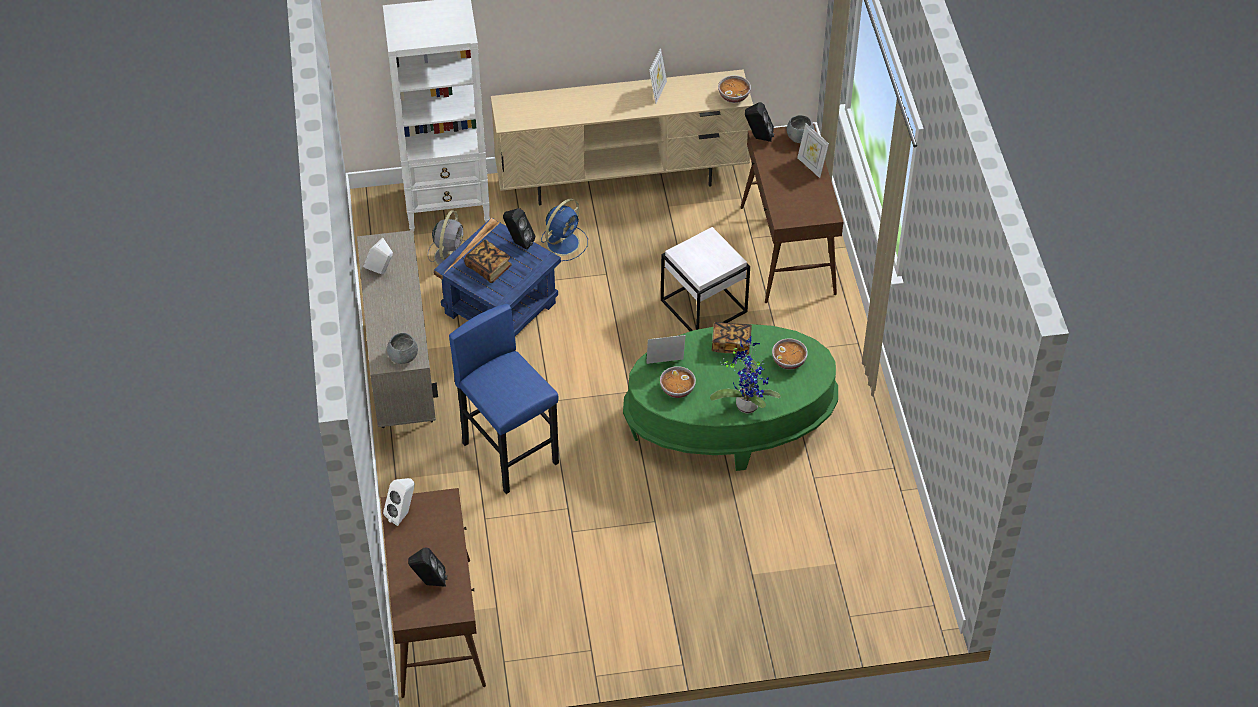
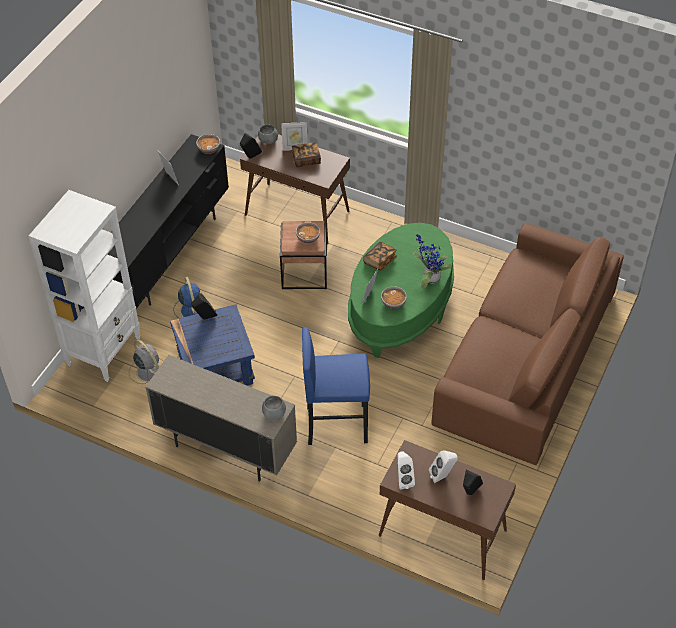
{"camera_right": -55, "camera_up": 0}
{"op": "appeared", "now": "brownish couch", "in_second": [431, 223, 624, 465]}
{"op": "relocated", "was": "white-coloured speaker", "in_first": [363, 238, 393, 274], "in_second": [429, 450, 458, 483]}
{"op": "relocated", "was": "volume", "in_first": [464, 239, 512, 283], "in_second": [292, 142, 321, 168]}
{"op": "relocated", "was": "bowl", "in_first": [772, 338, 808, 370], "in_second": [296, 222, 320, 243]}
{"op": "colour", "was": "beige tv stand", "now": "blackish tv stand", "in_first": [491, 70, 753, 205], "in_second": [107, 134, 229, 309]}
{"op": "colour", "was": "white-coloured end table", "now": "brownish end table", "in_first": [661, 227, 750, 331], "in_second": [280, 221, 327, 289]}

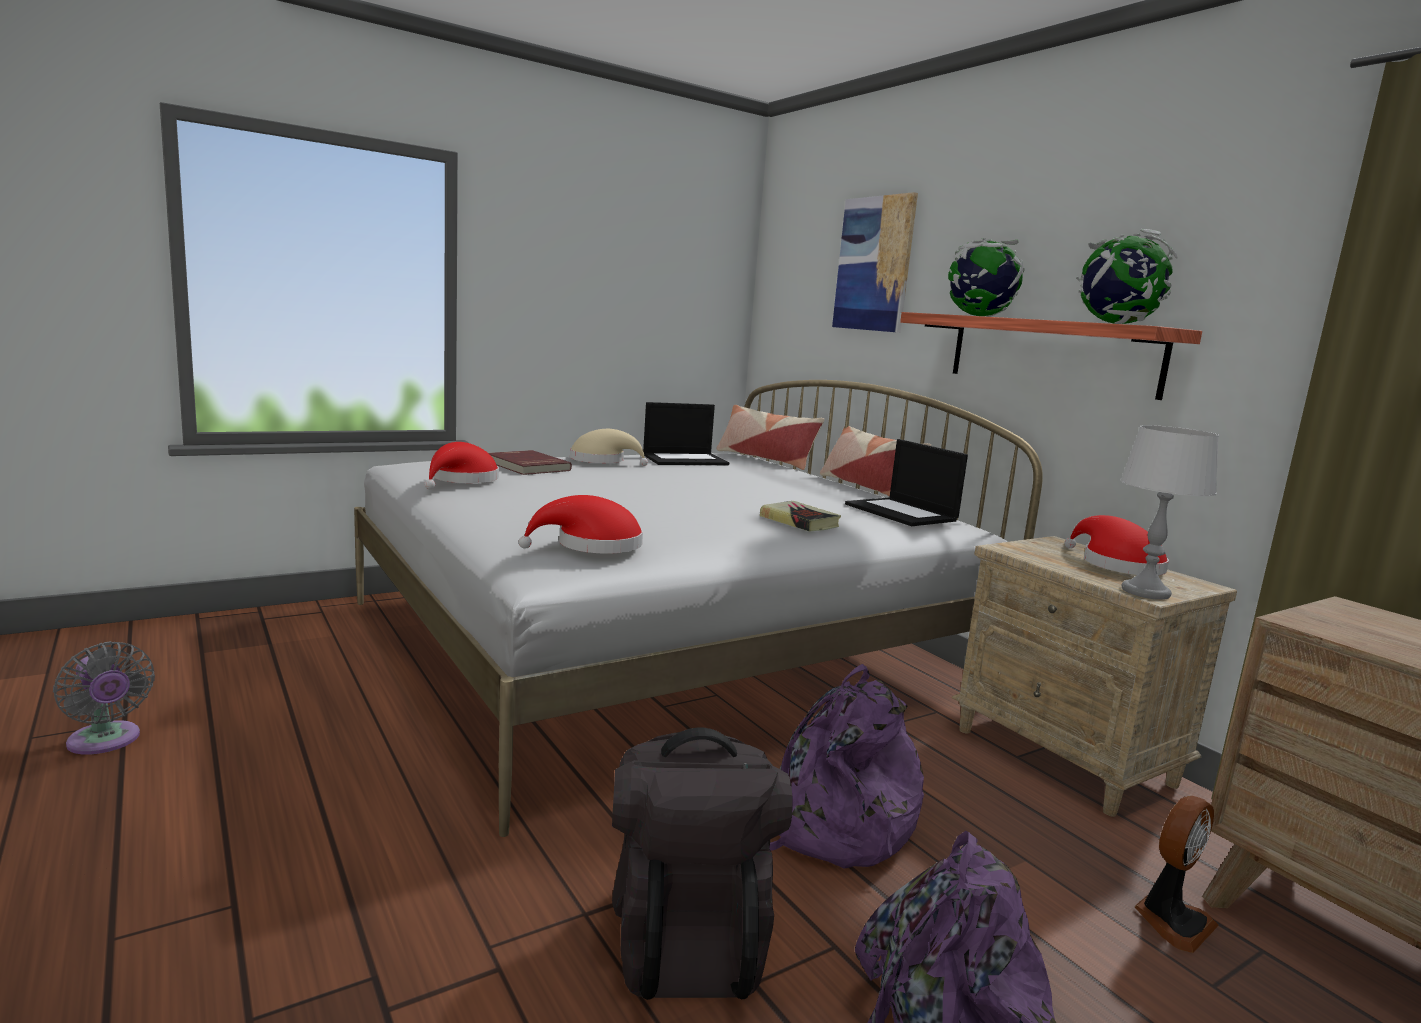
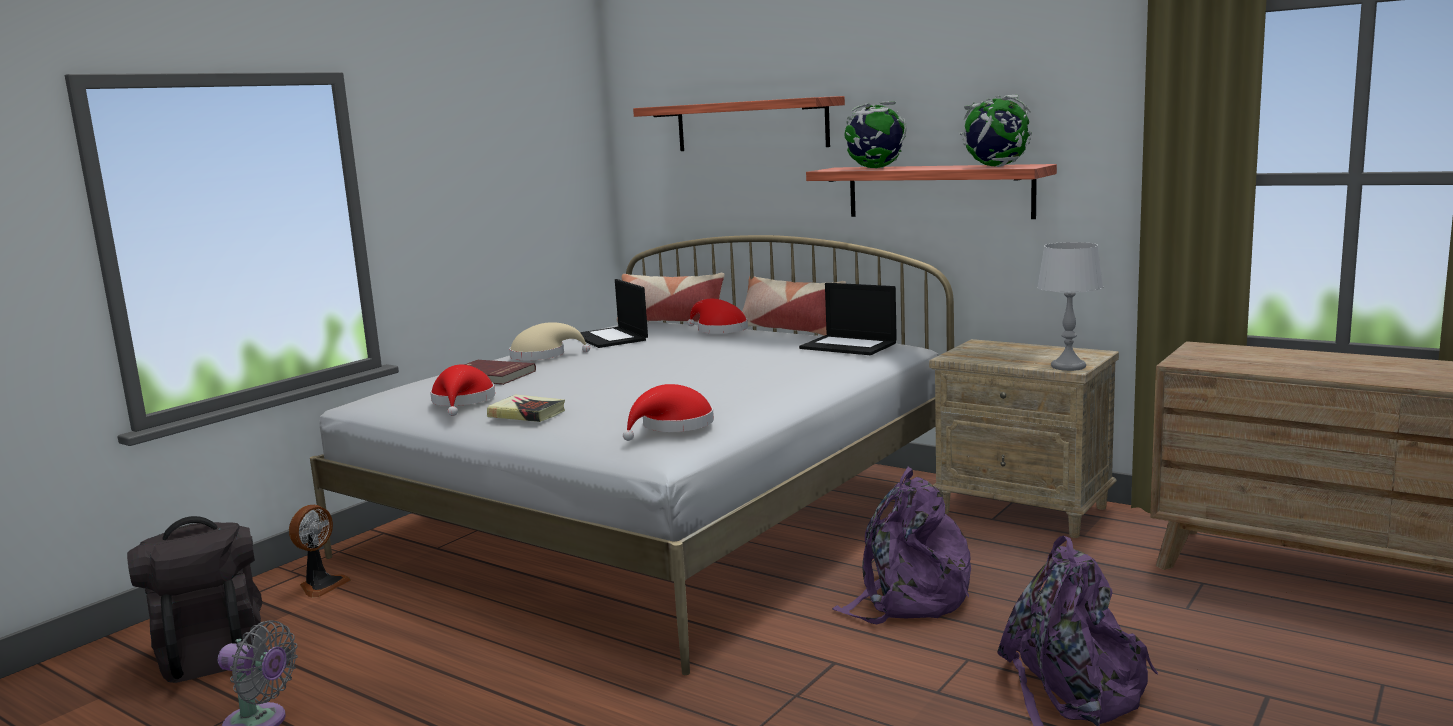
{"camera_right": -20, "camera_up": 0}
{"op": "relocated", "was": "blackish backpack", "in_first": [612, 728, 793, 1000], "in_second": [127, 516, 262, 683]}
{"op": "relocated", "was": "volume", "in_first": [760, 501, 841, 532], "in_second": [487, 394, 565, 422]}
{"op": "relocated", "was": "red wearable hat", "in_first": [1064, 515, 1169, 576], "in_second": [687, 299, 748, 334]}
{"op": "relocated", "was": "fan", "in_first": [1134, 796, 1219, 953], "in_second": [289, 505, 351, 598]}
{"op": "exchanged", "was": "picture", "now": "shelf", "in_first": [832, 192, 918, 333], "in_second": [633, 96, 845, 151]}
{"op": "spun", "was": "laptop", "in_first": [643, 402, 729, 465], "in_second": [580, 279, 648, 348], "clockwise": 105}

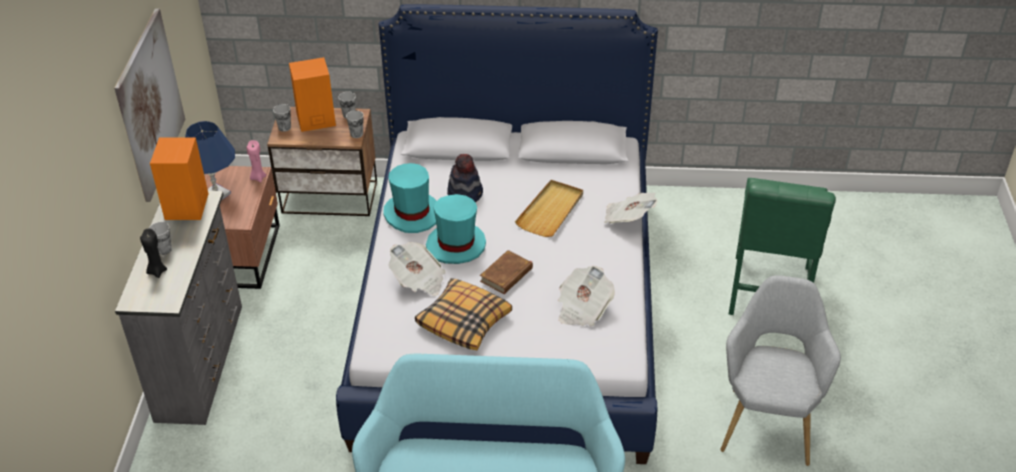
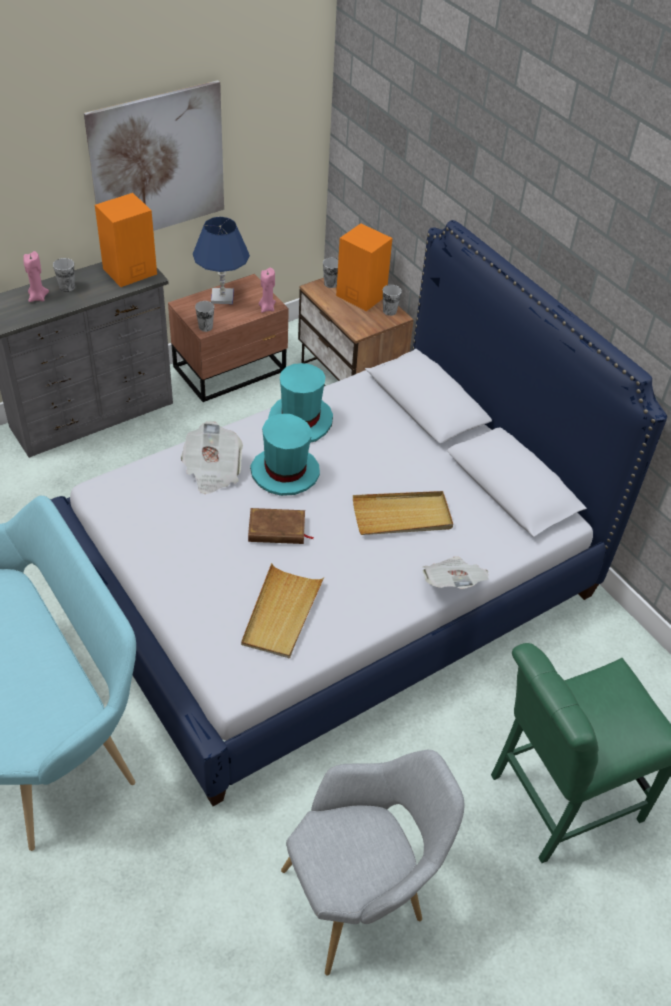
{"camera_right": 50, "camera_up": 5}
{"op": "missing", "was": "pillow", "in_first": [415, 278, 512, 350]}
{"op": "missing", "was": "wearable hat", "in_first": [447, 154, 483, 202]}
{"op": "relocated", "was": "drinking cup", "in_first": [346, 110, 363, 138], "in_second": [195, 301, 214, 332]}
{"op": "exchanged", "was": "printed paper", "now": "beige serving tray", "in_first": [558, 266, 615, 327], "in_second": [241, 563, 324, 659]}
{"op": "colour", "was": "blackish wax light", "now": "pink-coloured wax light", "in_first": [140, 229, 167, 278], "in_second": [23, 251, 49, 302]}

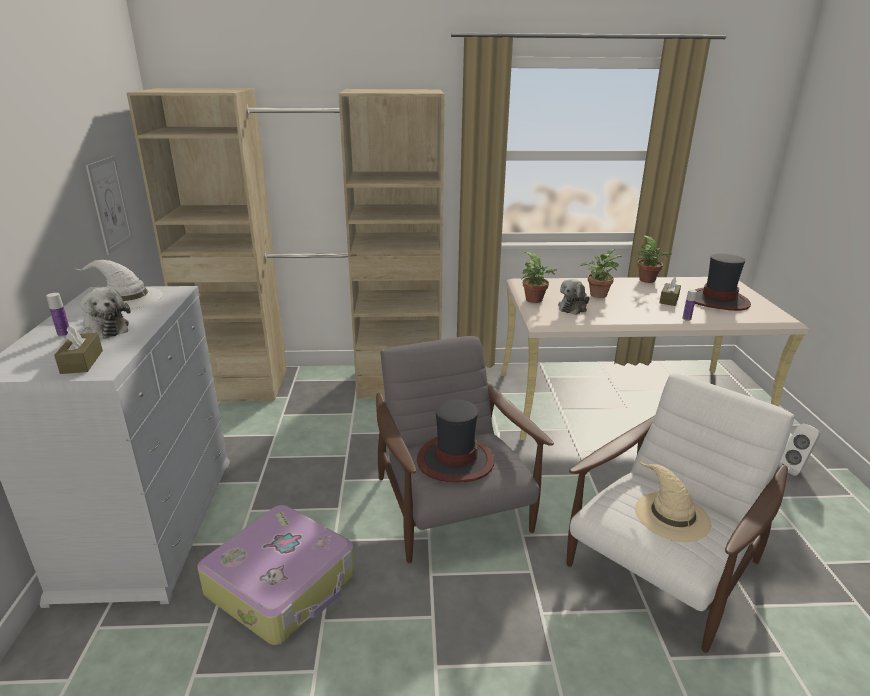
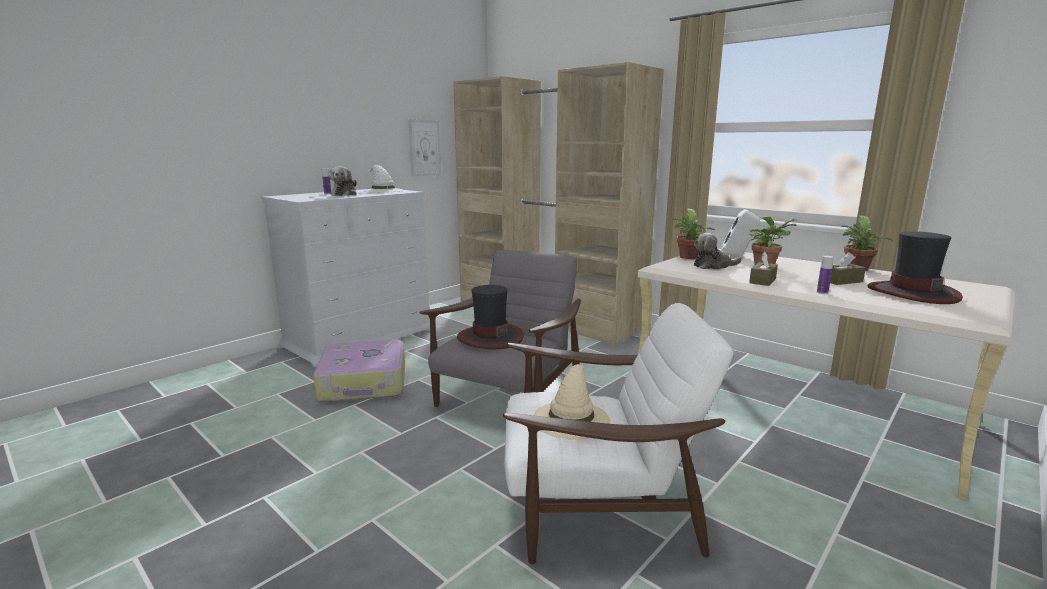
{"camera_right": 45, "camera_up": -10}
{"op": "relocated", "was": "brownish box of tissues", "in_first": [54, 325, 103, 374], "in_second": [749, 252, 778, 286]}
{"op": "relocated", "was": "white-coloured speaker", "in_first": [779, 423, 821, 476], "in_second": [721, 209, 760, 257]}

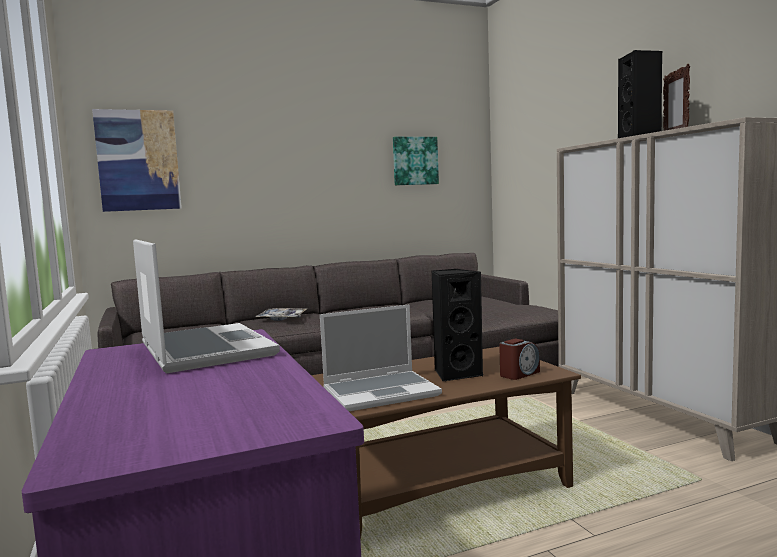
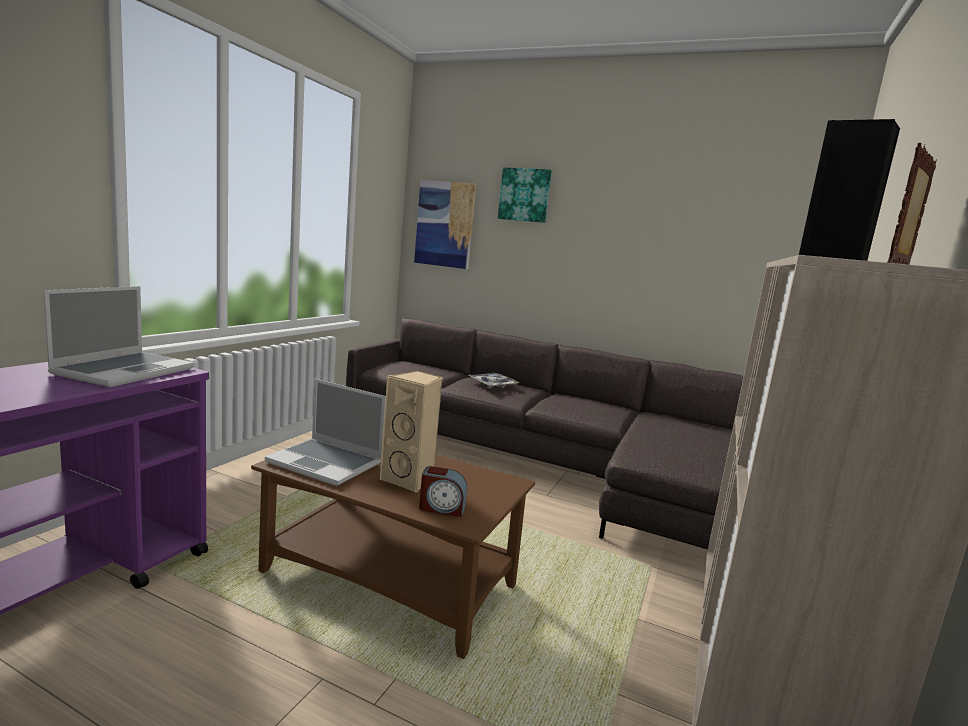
{"camera_right": 45, "camera_up": 5}
{"op": "relocated", "was": "picture", "in_first": [393, 137, 439, 185], "in_second": [498, 167, 552, 223]}
{"op": "colour", "was": "blackish speaker", "now": "beige speaker", "in_first": [431, 269, 483, 382], "in_second": [380, 371, 443, 493]}

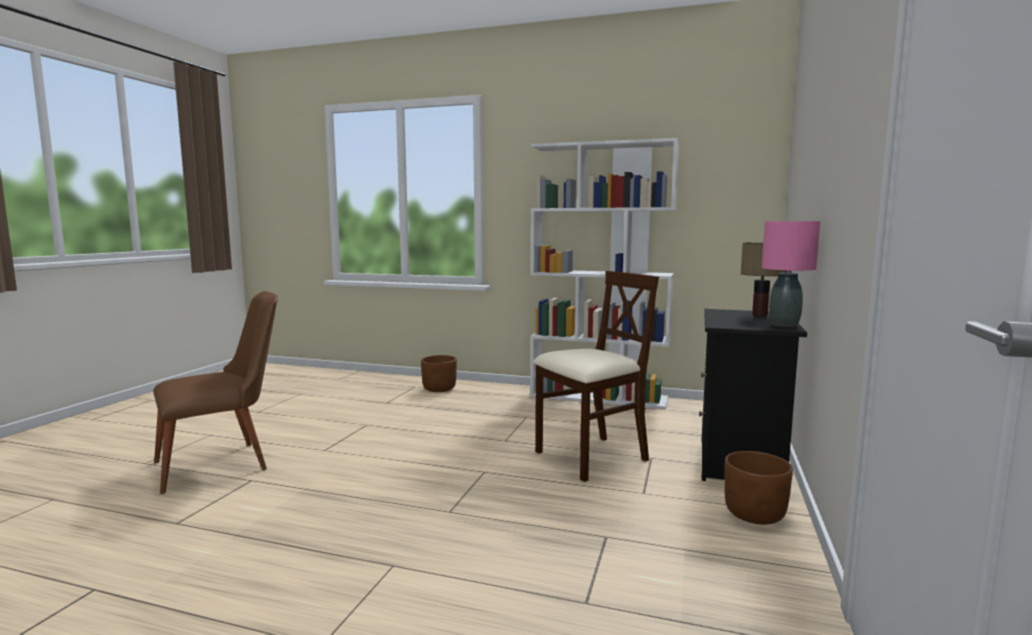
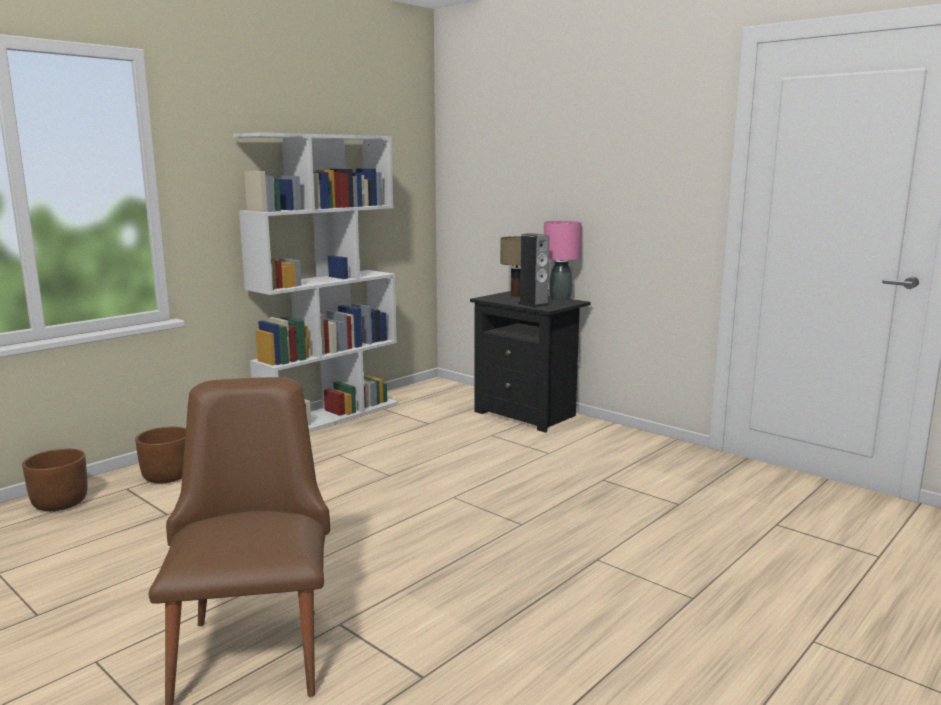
{"camera_right": -65, "camera_up": 5}
{"op": "missing", "was": "beige upright chair", "in_first": [533, 271, 659, 482]}
{"op": "appeared", "now": "speaker", "in_second": [518, 233, 549, 308]}
{"op": "relocated", "was": "brownish flower pot", "in_first": [724, 451, 793, 524], "in_second": [22, 449, 88, 511]}

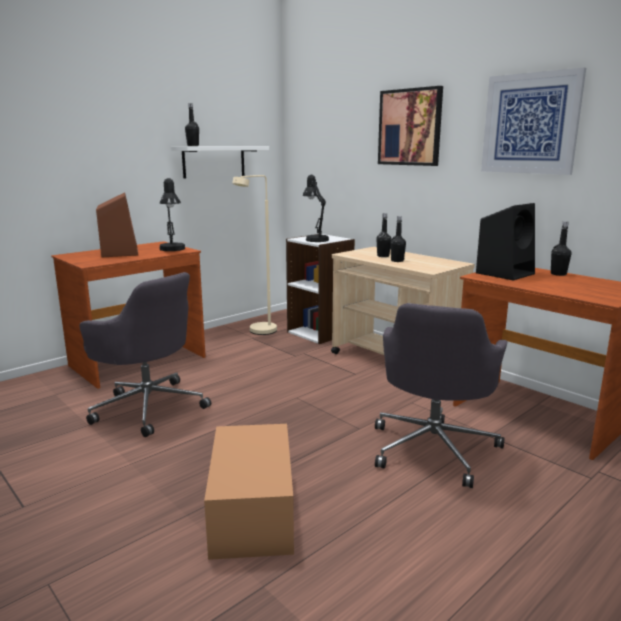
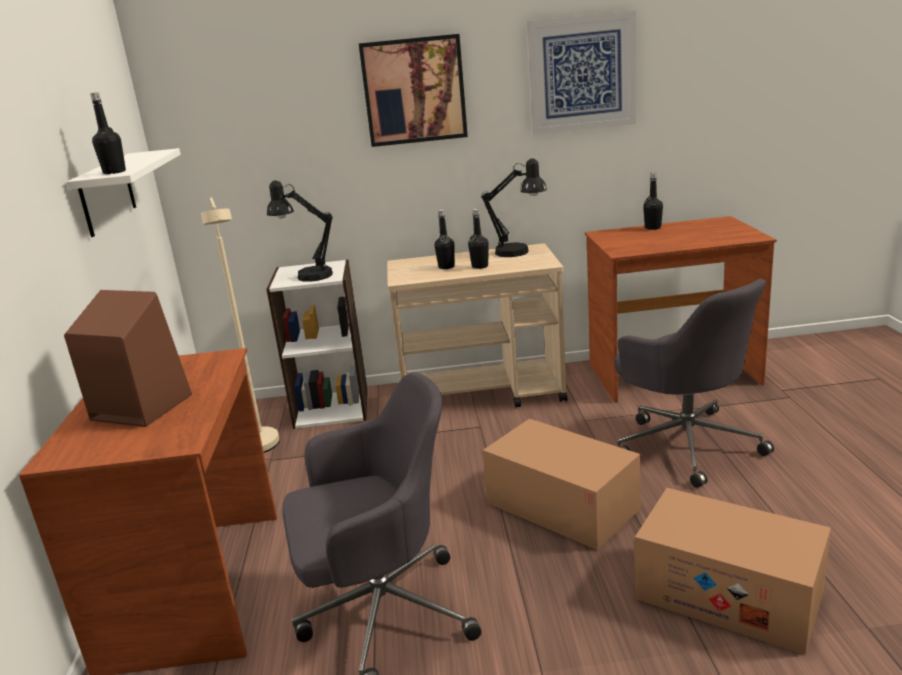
{"camera_right": -50, "camera_up": 5}
{"op": "missing", "was": "blackish speaker", "in_first": [476, 203, 535, 280]}
{"op": "appeared", "now": "cardboard box", "in_second": [483, 419, 640, 550]}
{"op": "relocated", "was": "blackish tabletop lamp", "in_first": [160, 178, 185, 251], "in_second": [481, 158, 547, 257]}

